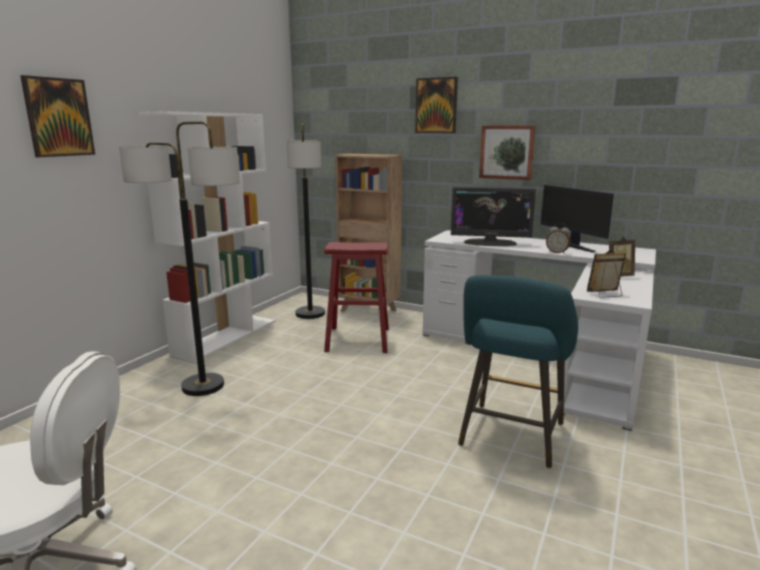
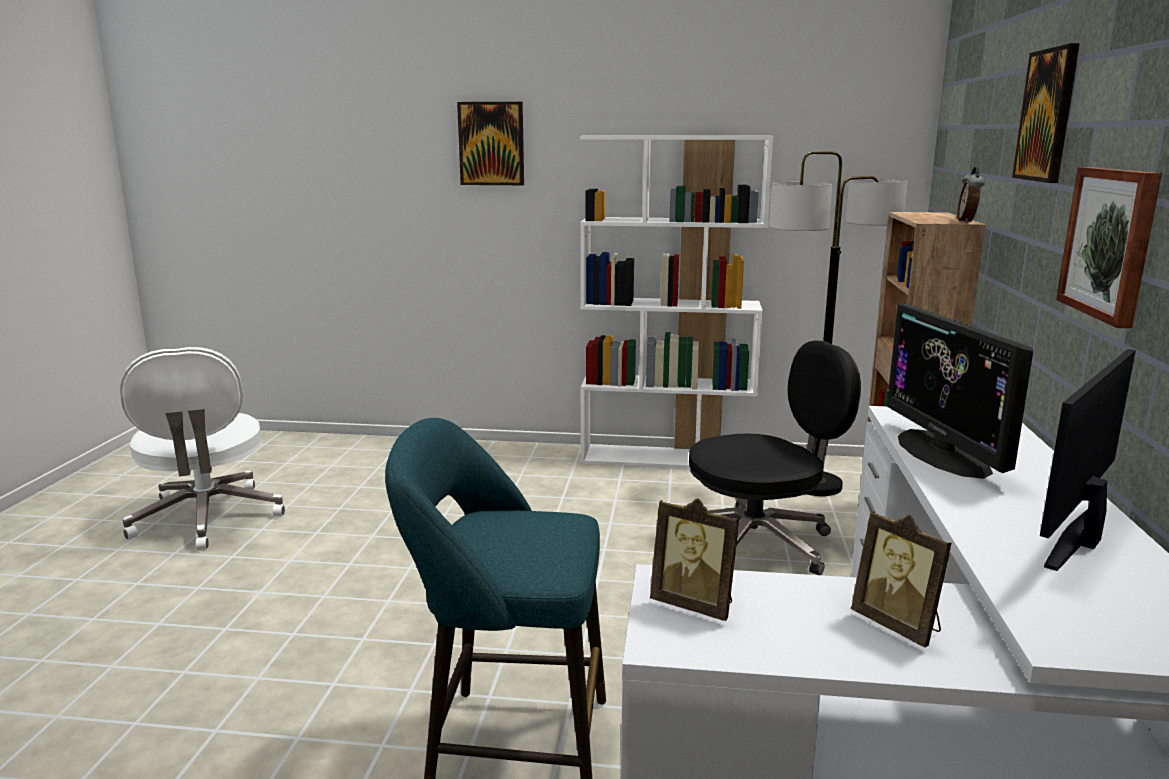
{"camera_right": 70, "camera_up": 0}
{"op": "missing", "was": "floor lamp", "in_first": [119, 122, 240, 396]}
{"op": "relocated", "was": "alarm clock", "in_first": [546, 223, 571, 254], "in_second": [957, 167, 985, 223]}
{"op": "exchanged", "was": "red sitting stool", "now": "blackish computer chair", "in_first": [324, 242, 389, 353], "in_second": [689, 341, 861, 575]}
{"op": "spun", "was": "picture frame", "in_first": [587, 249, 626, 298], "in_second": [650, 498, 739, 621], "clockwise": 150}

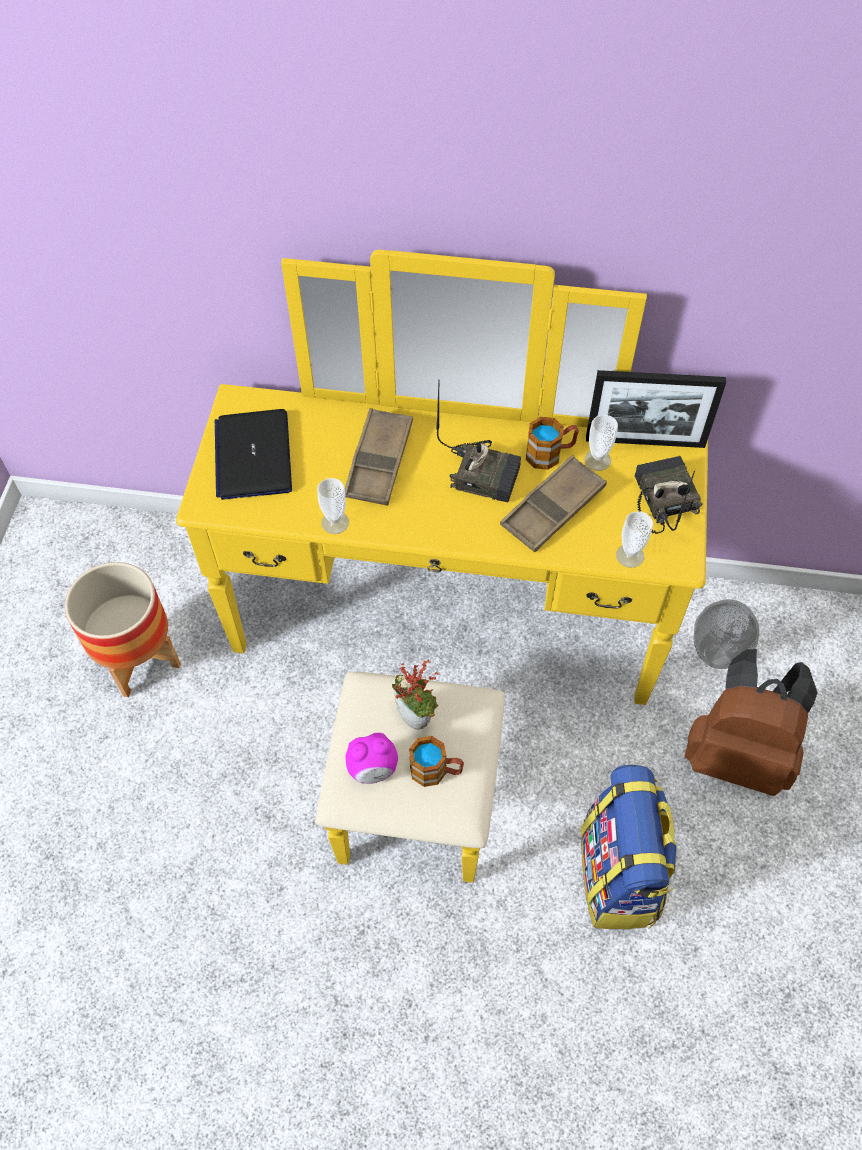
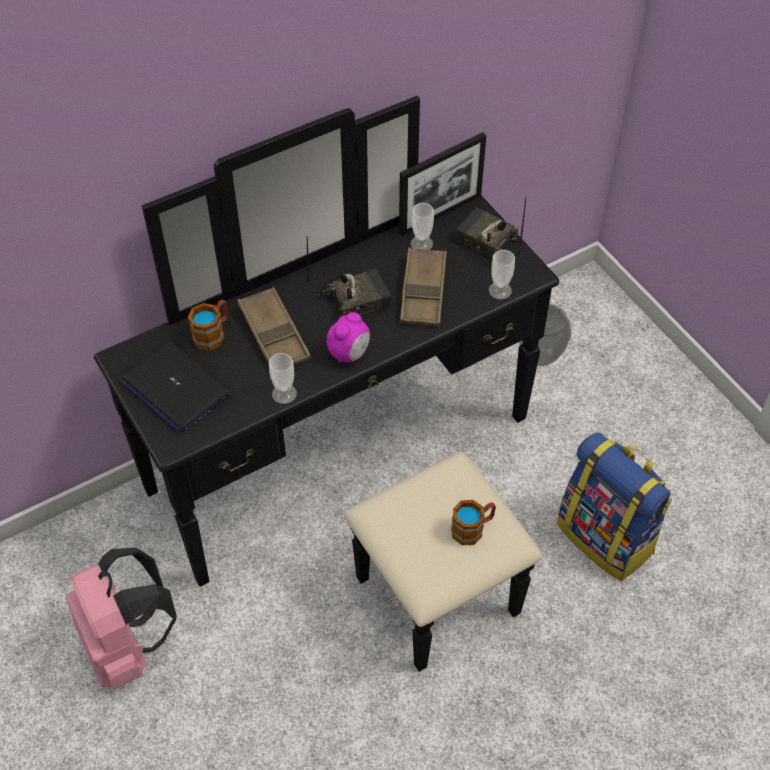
{"camera_right": -40, "camera_up": -5}
{"op": "missing", "was": "potted plant", "in_first": [392, 660, 440, 730]}
{"op": "missing", "was": "brownish backpack", "in_first": [685, 649, 818, 796]}
{"op": "relocated", "was": "alarm clock", "in_first": [345, 733, 398, 784], "in_second": [326, 312, 370, 364]}
{"op": "relocated", "was": "mug", "in_first": [526, 417, 579, 470], "in_second": [188, 299, 228, 351]}
{"op": "exchanged", "was": "flower pot", "now": "pink-coloured backpack", "in_first": [65, 562, 181, 697], "in_second": [66, 548, 177, 690]}
{"op": "colour", "was": "yellow chest of drawers", "now": "blackish chest of drawers", "in_first": [176, 250, 708, 883], "in_second": [93, 96, 559, 672]}

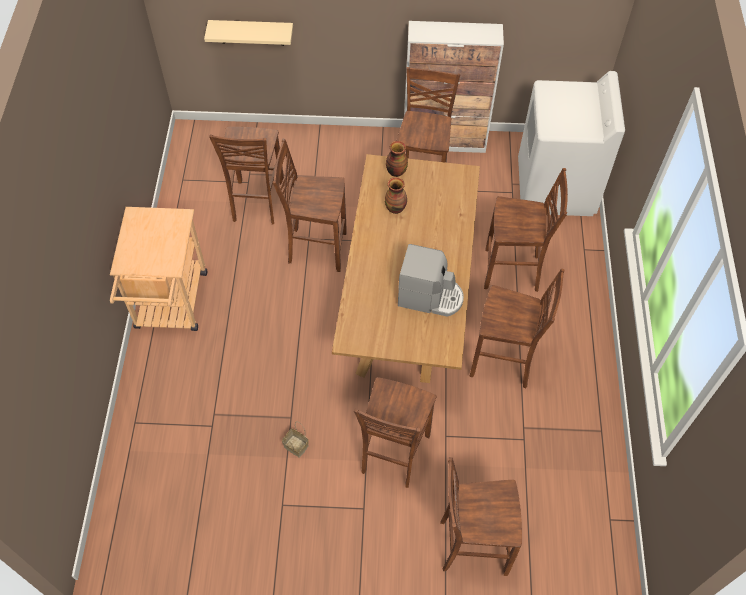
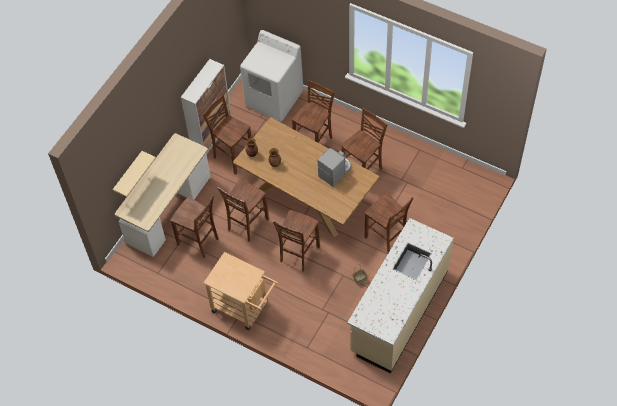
{"camera_right": -60, "camera_up": 0}
{"op": "appeared", "now": "desk", "in_second": [115, 133, 211, 257]}
{"op": "appeared", "now": "beige kitchen counter", "in_second": [347, 218, 454, 374]}
{"op": "relocated", "was": "brownish sitting stool", "in_first": [440, 457, 522, 576], "in_second": [273, 210, 320, 272]}

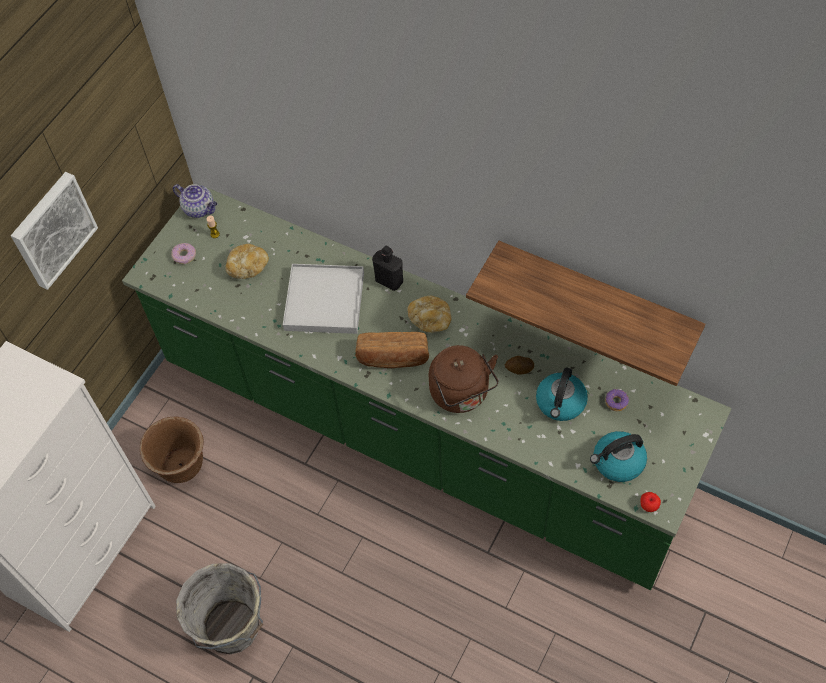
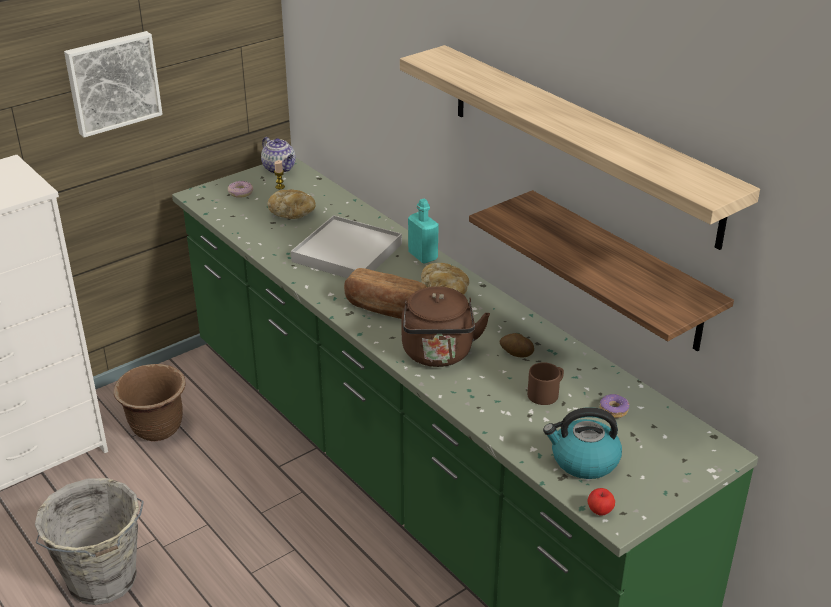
{"camera_right": 20, "camera_up": -25}
{"op": "appeared", "now": "shelf", "in_second": [400, 45, 760, 250]}
{"op": "exchanged", "was": "kettle", "now": "brownish mug", "in_first": [536, 367, 588, 421], "in_second": [527, 362, 564, 405]}
{"op": "colour", "was": "blackish bottle", "now": "blue-green bottle", "in_first": [372, 246, 403, 291], "in_second": [408, 199, 439, 264]}

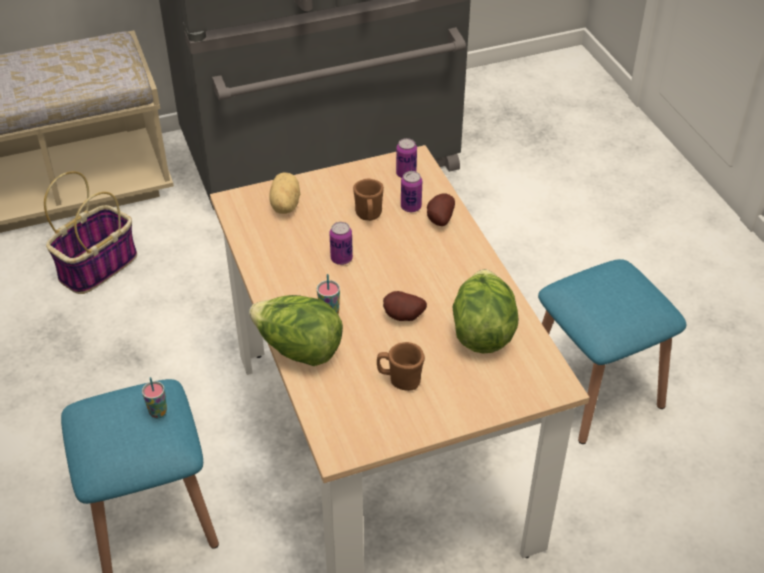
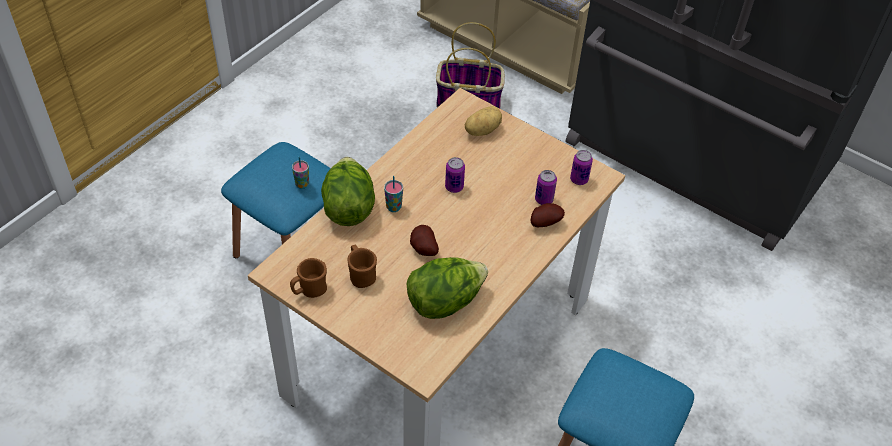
{"camera_right": 55, "camera_up": 5}
{"op": "relocated", "was": "brownish mug", "in_first": [353, 178, 384, 221], "in_second": [290, 258, 327, 298]}

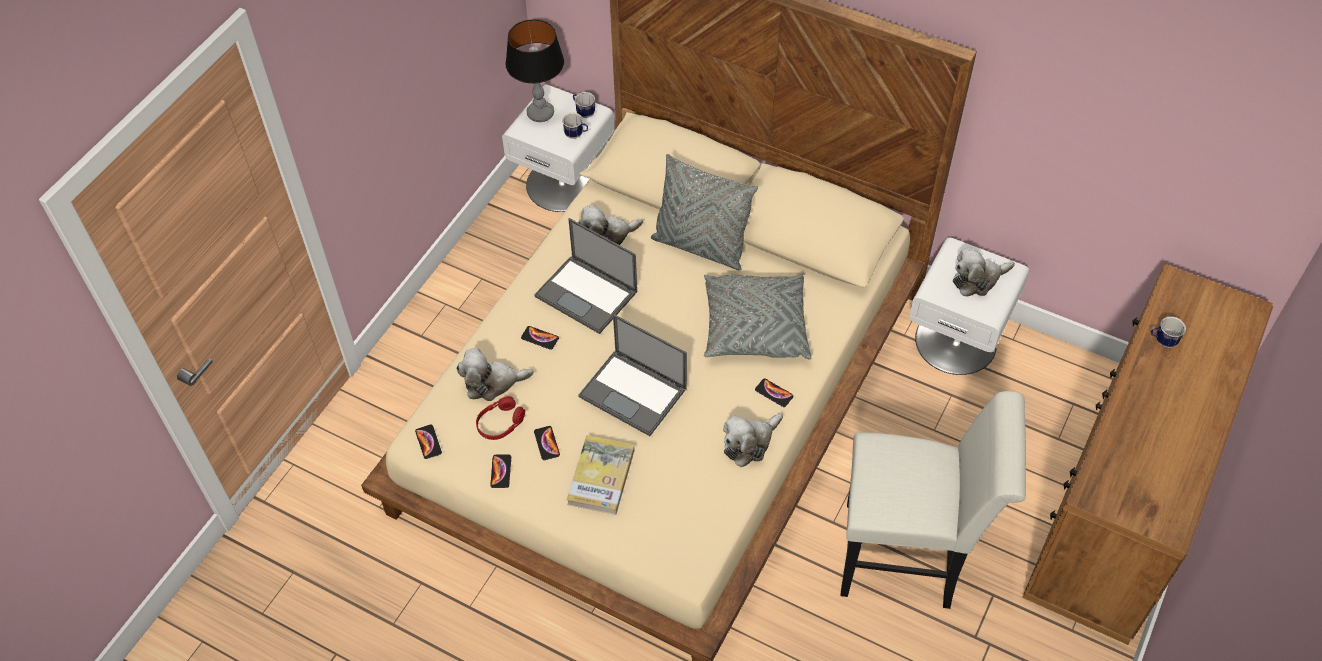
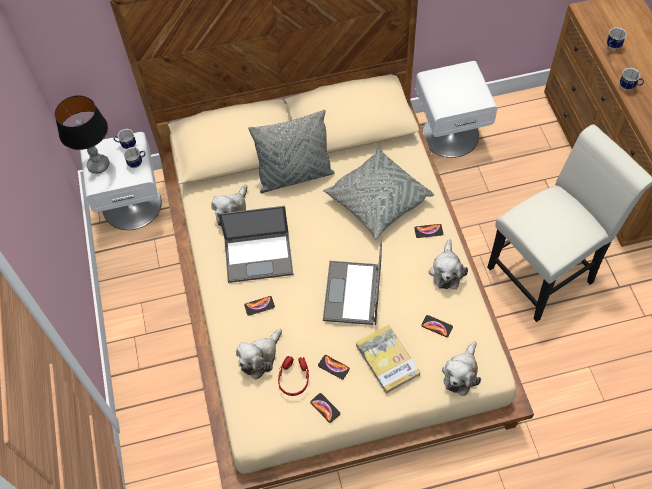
{"camera_right": -40, "camera_up": 5}
{"op": "appeared", "now": "mug", "in_second": [620, 68, 644, 90]}
{"op": "relocated", "was": "telephone", "in_first": [415, 424, 442, 459], "in_second": [421, 315, 453, 337]}
{"op": "relocated", "was": "soft toy", "in_first": [953, 247, 1015, 296], "in_second": [442, 341, 481, 396]}
{"op": "spun", "was": "laptop", "in_first": [578, 314, 687, 436], "in_second": [323, 241, 382, 325], "clockwise": 105}

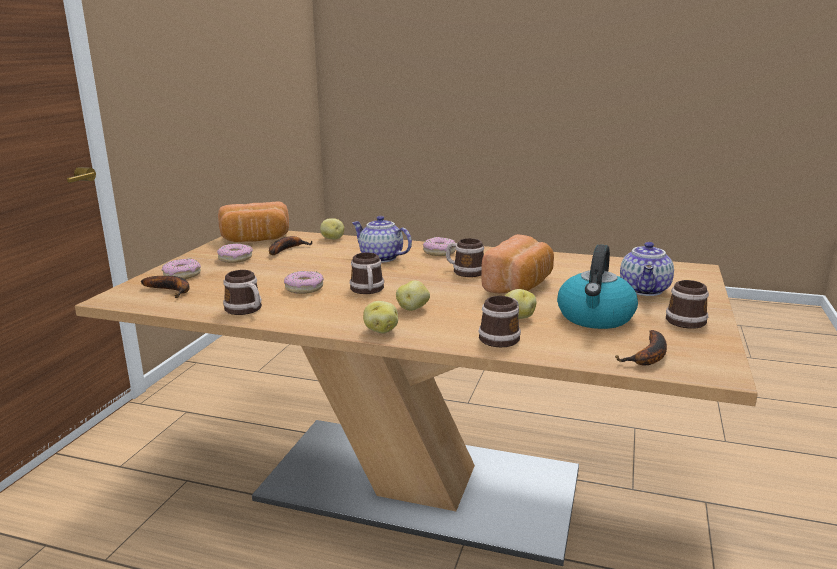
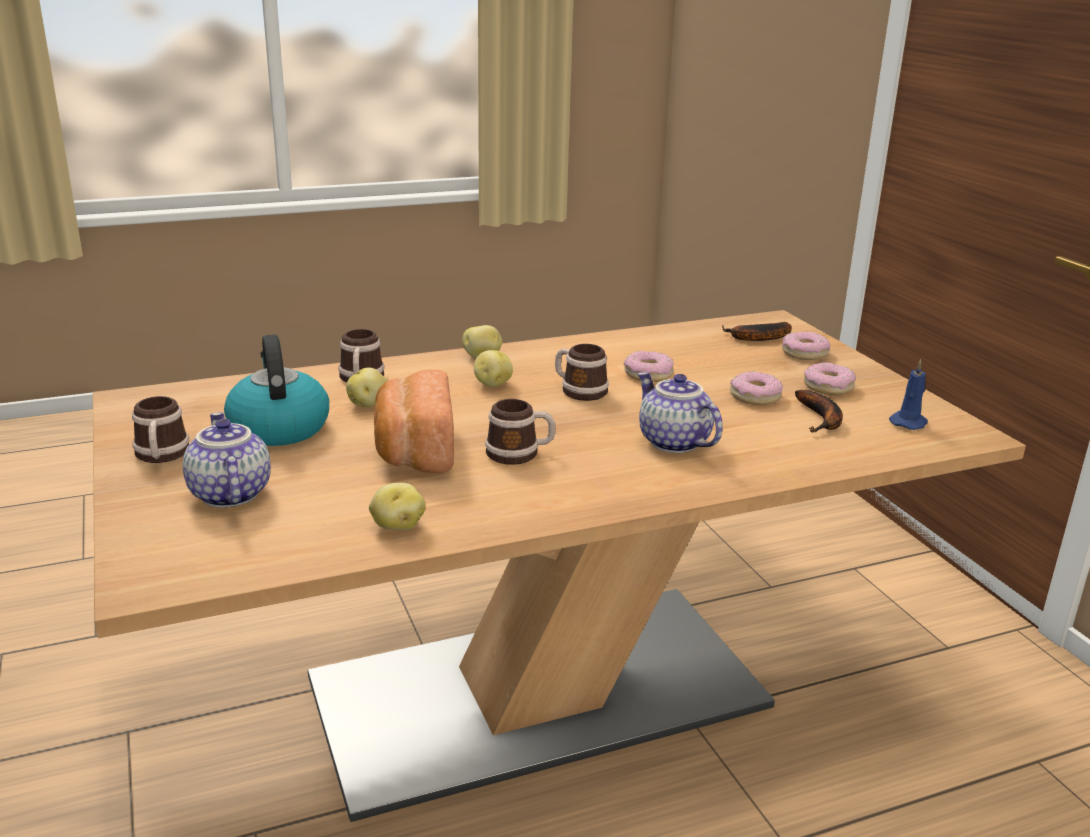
{"camera_right": 140, "camera_up": 5}
{"op": "missing", "was": "mug", "in_first": [223, 270, 262, 315]}
{"op": "missing", "was": "whole banana", "in_first": [615, 330, 667, 366]}
{"op": "relocated", "was": "potato", "in_first": [320, 218, 344, 239], "in_second": [369, 483, 426, 531]}
{"op": "relocated", "was": "ring doughnut", "in_first": [423, 237, 456, 256], "in_second": [730, 371, 783, 405]}
{"op": "exchanged", "was": "bakery bread", "now": "blue-coloured wax light", "in_first": [218, 202, 289, 242], "in_second": [889, 359, 928, 430]}
{"op": "spun", "was": "pot for tea", "in_first": [352, 216, 412, 263], "in_second": [638, 372, 723, 453], "clockwise": -120}

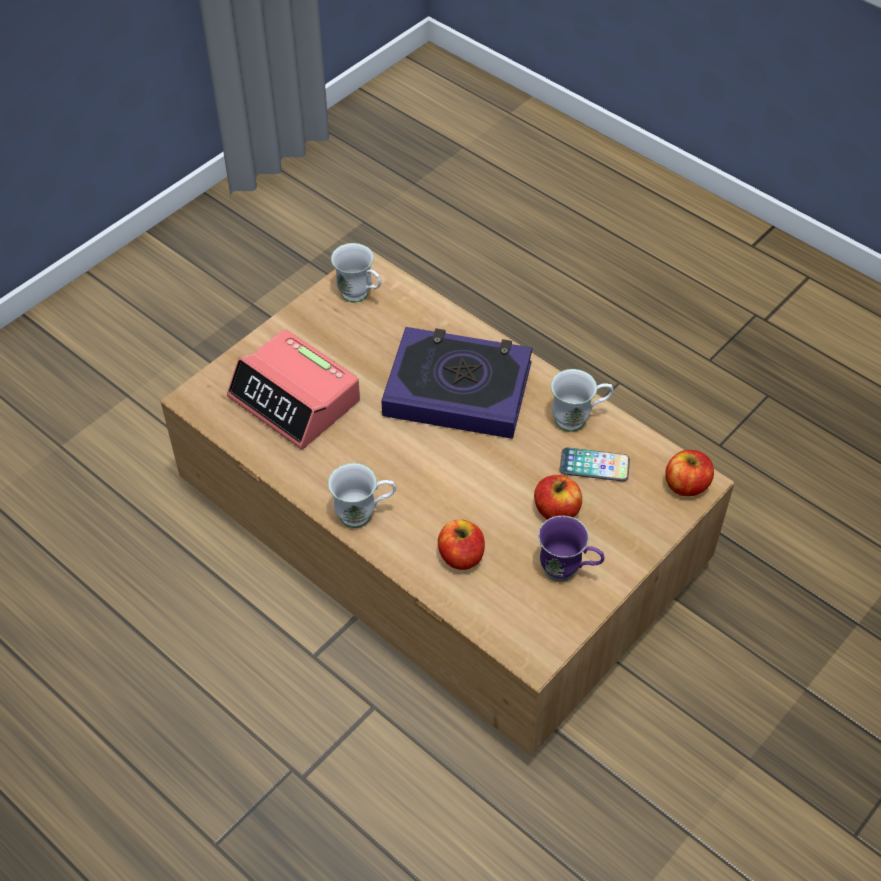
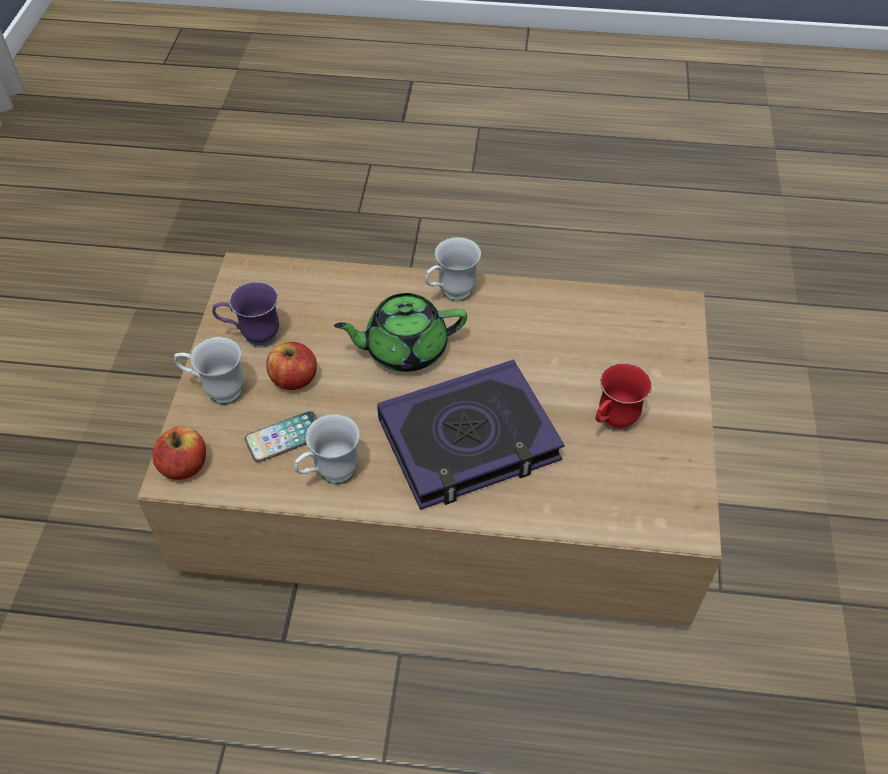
{"camera_right": 145, "camera_up": 0}
{"op": "missing", "was": "alarm clock", "in_first": [227, 329, 360, 449]}
{"op": "missing", "was": "apple fruit", "in_first": [438, 519, 485, 570]}
{"op": "appeared", "now": "green pot for tea", "in_second": [334, 293, 467, 372]}
{"op": "appeared", "now": "red mug", "in_second": [595, 363, 652, 432]}
{"op": "relocated", "was": "white-coloured mug", "in_first": [331, 243, 381, 303], "in_second": [174, 337, 244, 405]}

